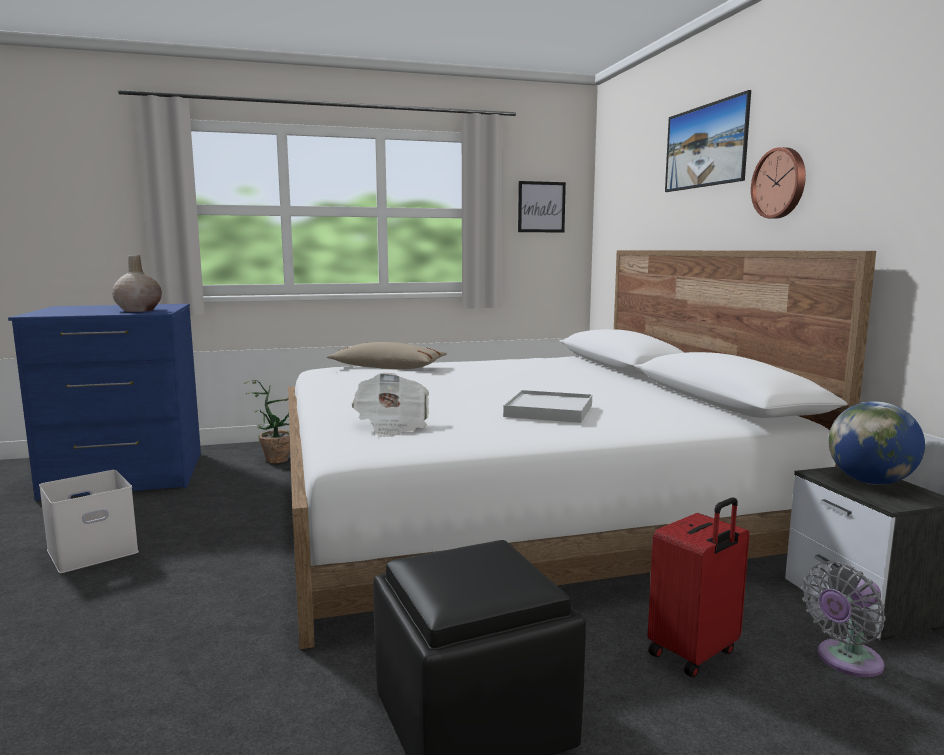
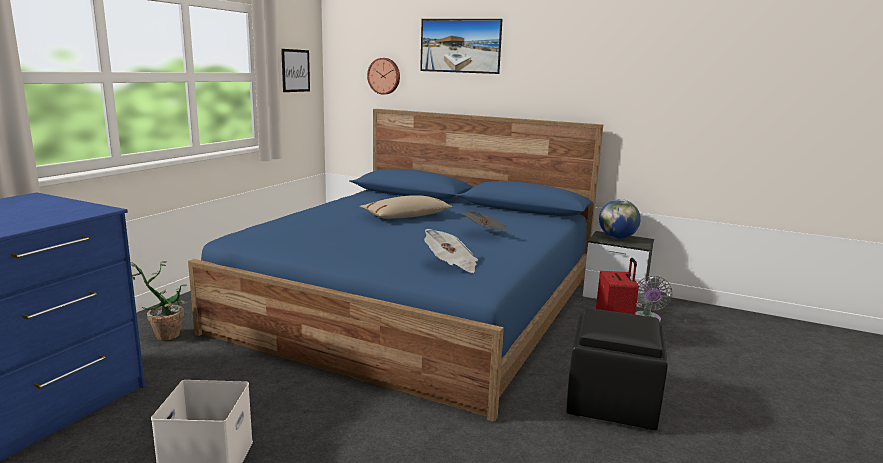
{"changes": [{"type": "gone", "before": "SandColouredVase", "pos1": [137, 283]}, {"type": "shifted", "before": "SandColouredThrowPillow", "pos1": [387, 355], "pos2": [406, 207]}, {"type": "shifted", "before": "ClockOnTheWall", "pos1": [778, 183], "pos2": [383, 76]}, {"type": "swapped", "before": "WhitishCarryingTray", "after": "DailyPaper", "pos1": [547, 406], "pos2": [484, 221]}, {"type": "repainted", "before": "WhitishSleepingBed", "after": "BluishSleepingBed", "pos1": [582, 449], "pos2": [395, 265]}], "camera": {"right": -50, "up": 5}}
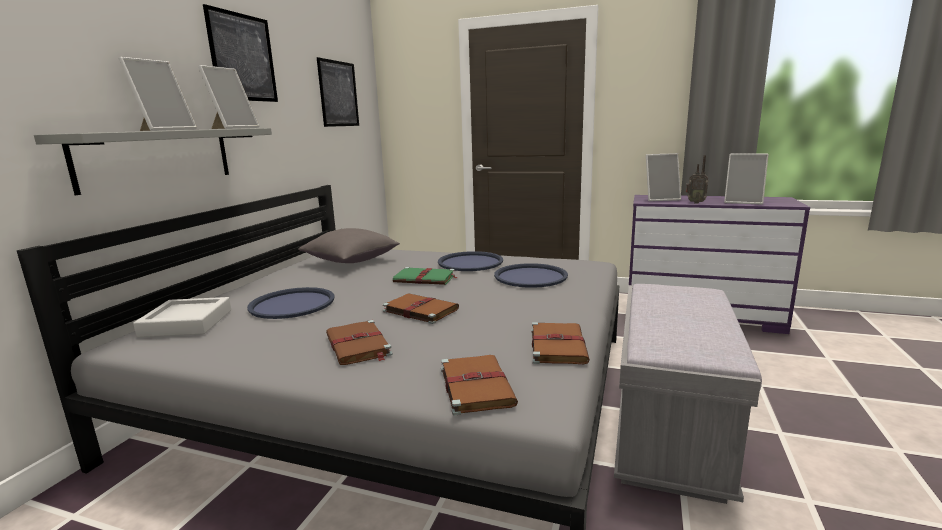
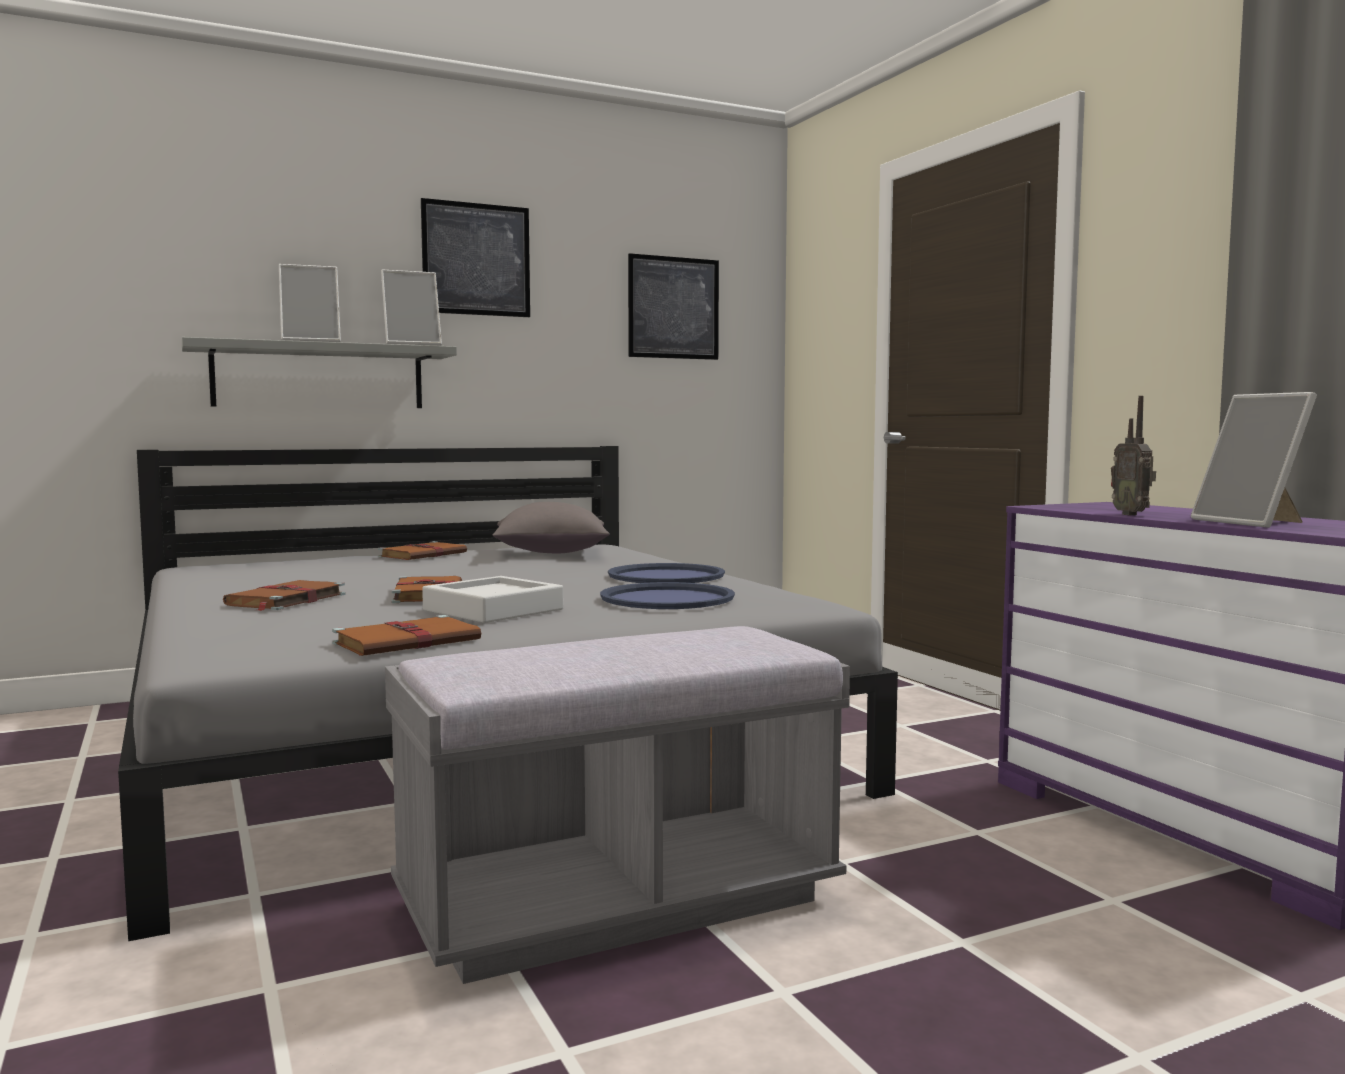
{"changes": [{"type": "gone", "before": "BluishCarryingTray", "pos1": [291, 303]}, {"type": "gone", "before": "GreenColouredVolume", "pos1": [425, 276]}, {"type": "gone", "before": "PictureFrame", "pos1": [663, 177]}, {"type": "shifted", "before": "GrayCarryingTray", "pos1": [182, 317], "pos2": [492, 599]}, {"type": "shifted", "before": "BrownColouredVolume", "pos1": [479, 385], "pos2": [422, 550]}], "camera": {"right": 45, "up": -10}}
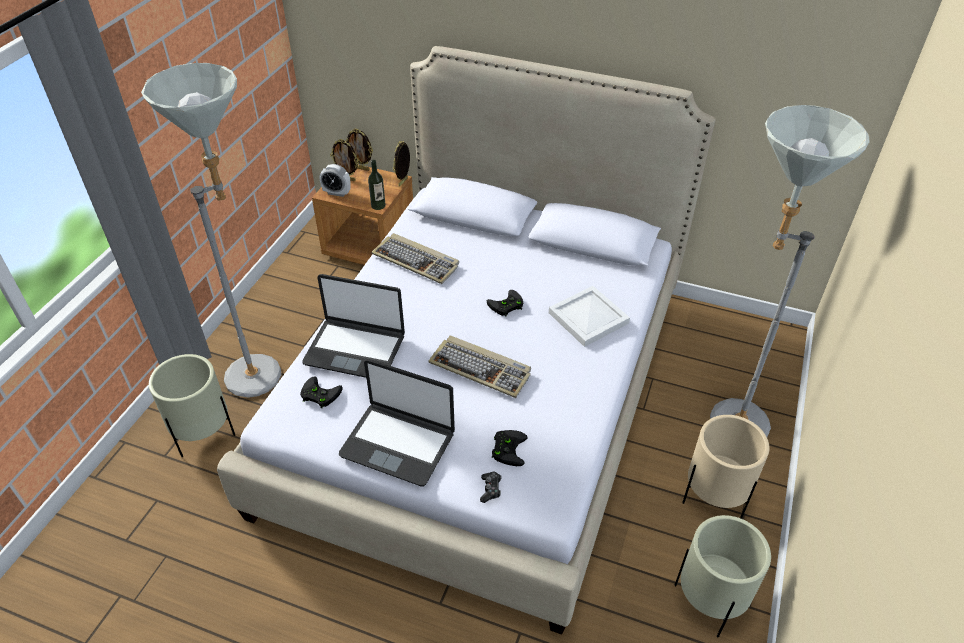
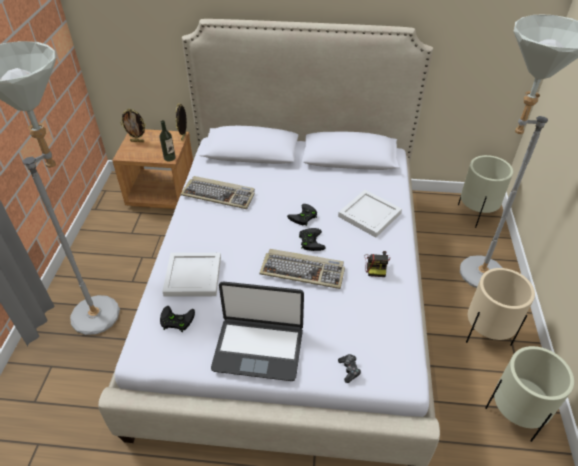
{"changes": [{"type": "gone", "before": "AlarmClock", "pos1": [335, 180]}, {"type": "gone", "before": "PictureFrame", "pos1": [360, 150]}, {"type": "new", "after": "PhotoCamera", "pos2": [377, 264]}, {"type": "shifted", "before": "SandColouredPlanter", "pos1": [192, 406], "pos2": [485, 191]}, {"type": "shifted", "before": "BlackJoypad", "pos1": [510, 448], "pos2": [312, 239]}, {"type": "swapped", "before": "PortableComputer", "after": "WhitishCarryingTray", "pos1": [353, 326], "pos2": [191, 275]}], "camera": {"right": -15, "up": 0}}
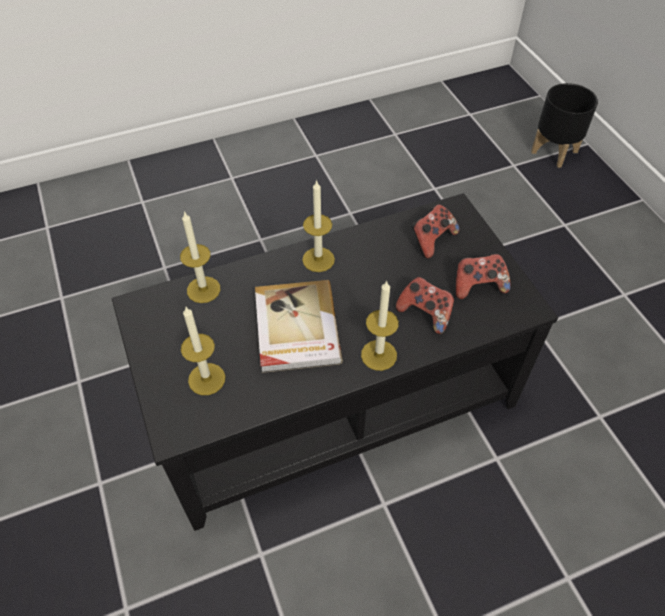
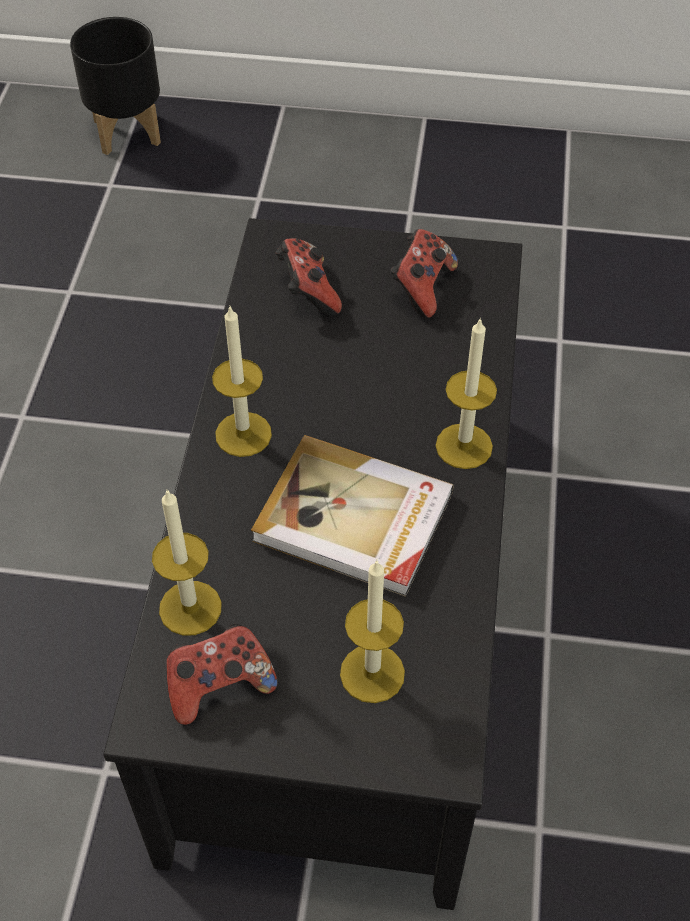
{"changes": [{"type": "shifted", "before": "Joypad", "pos1": [425, 305], "pos2": [222, 674]}], "camera": {"right": -60, "up": 0}}
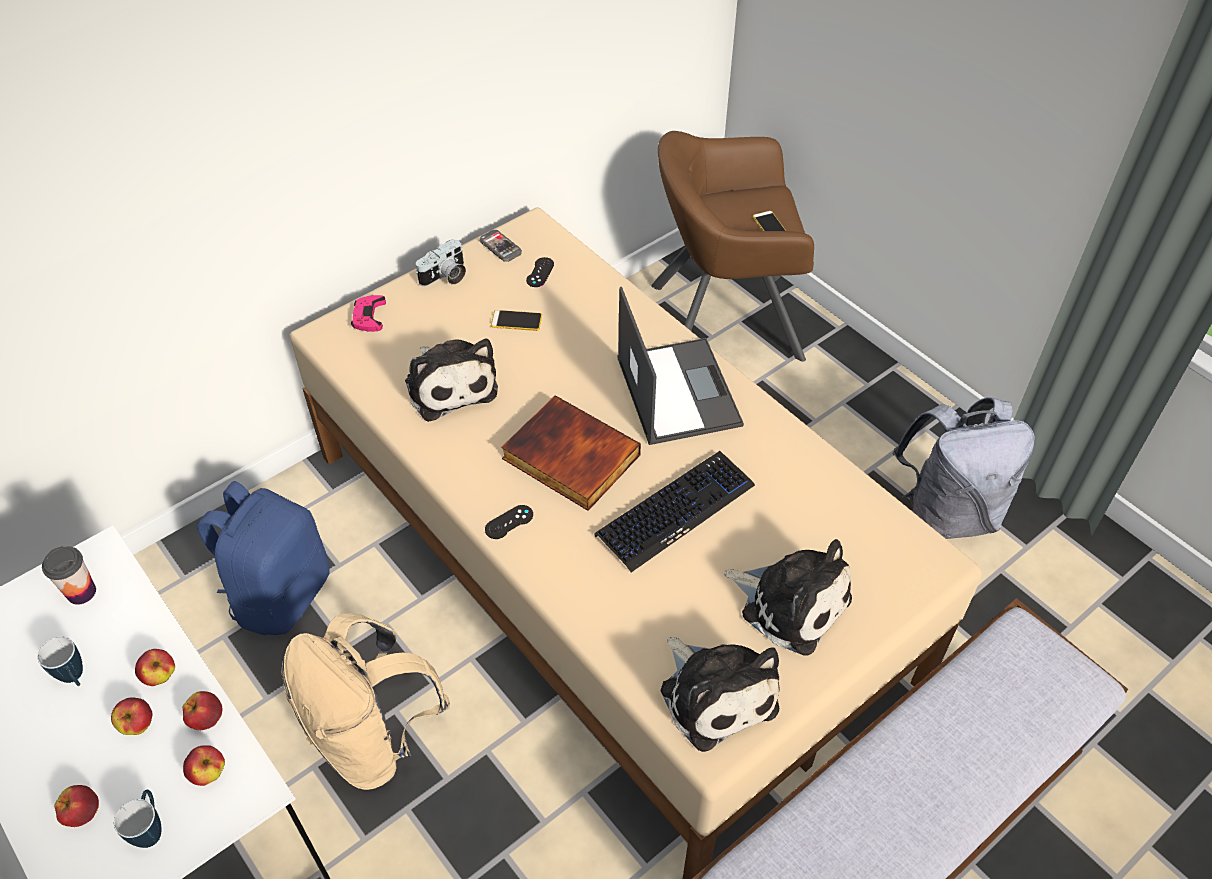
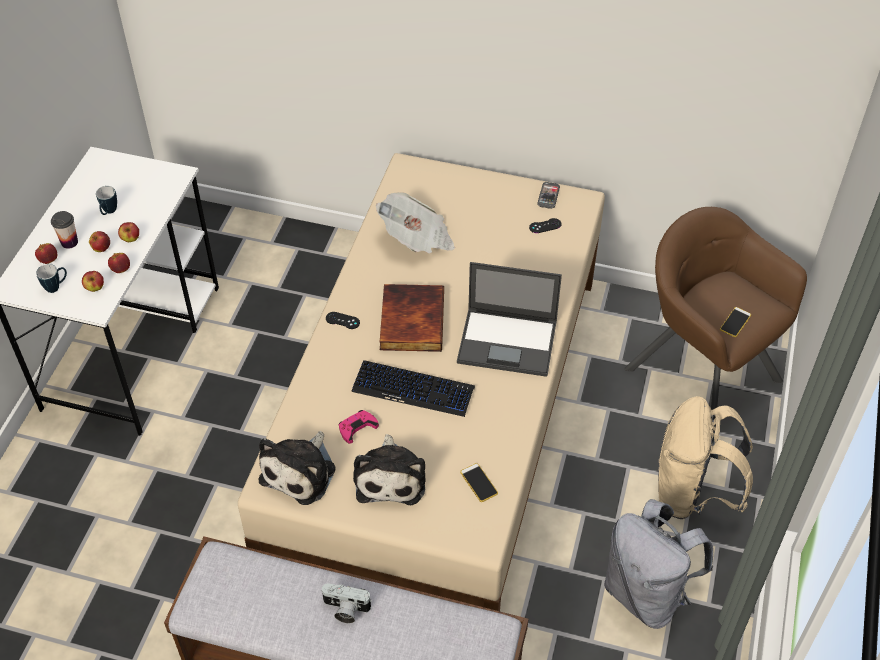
{"changes": [{"type": "gone", "before": "BluishKnapsack", "pos1": [263, 558]}, {"type": "shifted", "before": "SmallCup", "pos1": [69, 575], "pos2": [64, 230]}, {"type": "shifted", "before": "SandColouredKnapsack", "pos1": [366, 701], "pos2": [705, 457]}, {"type": "shifted", "before": "PinkJoypad", "pos1": [368, 313], "pos2": [359, 427]}, {"type": "shifted", "before": "PhotoCamera", "pos1": [441, 263], "pos2": [346, 603]}, {"type": "shifted", "before": "Handset", "pos1": [516, 320], "pos2": [479, 482]}, {"type": "swapped", "before": "SoftToy", "after": "DailyPaper", "pos1": [451, 380], "pos2": [415, 222]}, {"type": "rotated", "before": "PortableComputer", "pos1": [680, 366], "pos2": [509, 319], "turn": 60}], "camera": {"right": 55, "up": 0}}
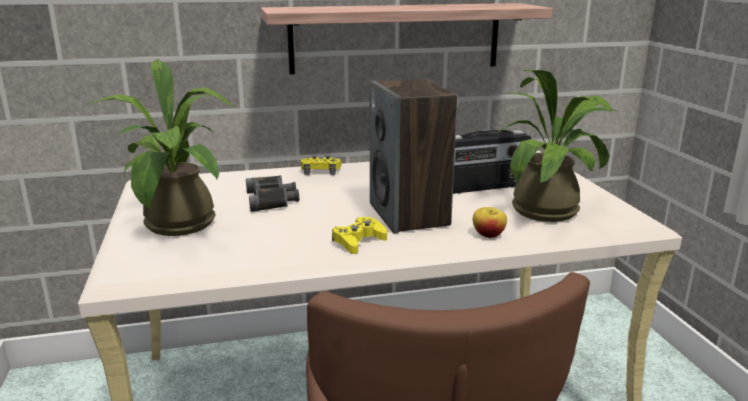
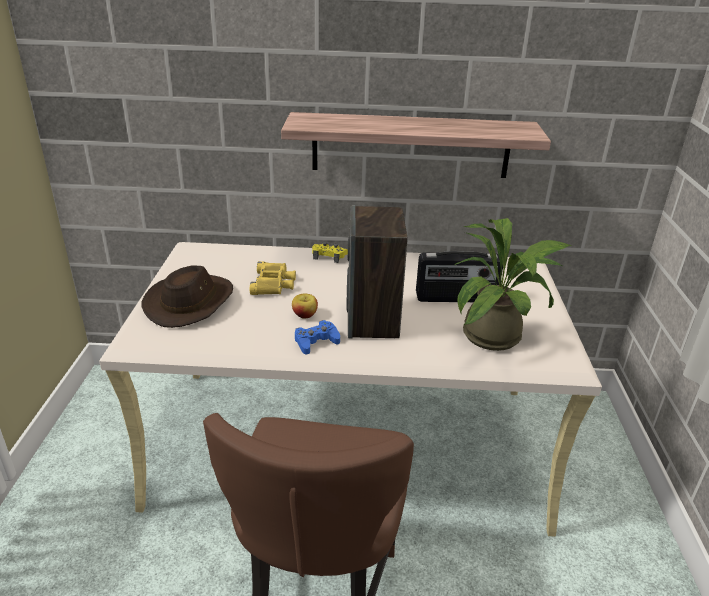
{"changes": [{"type": "shifted", "before": "Apple", "pos1": [490, 222], "pos2": [305, 306]}, {"type": "swapped", "before": "PottedPlant", "after": "BrownColouredClothingHat", "pos1": [161, 147], "pos2": [187, 296]}, {"type": "repainted", "before": "BlackBinoculars", "after": "YellowishBinoculars", "pos1": [272, 193], "pos2": [273, 278]}, {"type": "repainted", "before": "YellowishJoypad", "after": "BluishJoypad", "pos1": [359, 235], "pos2": [317, 337]}], "camera": {"right": 15, "up": 10}}
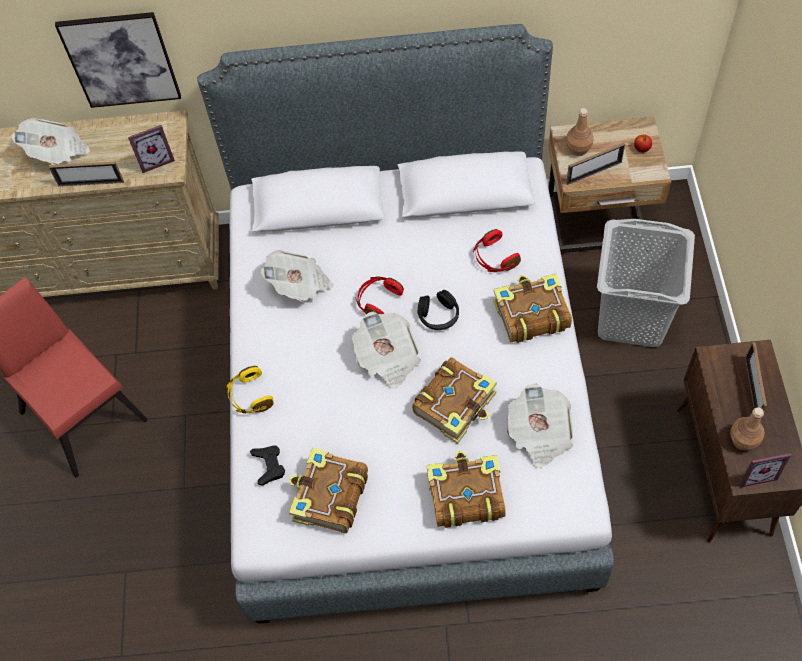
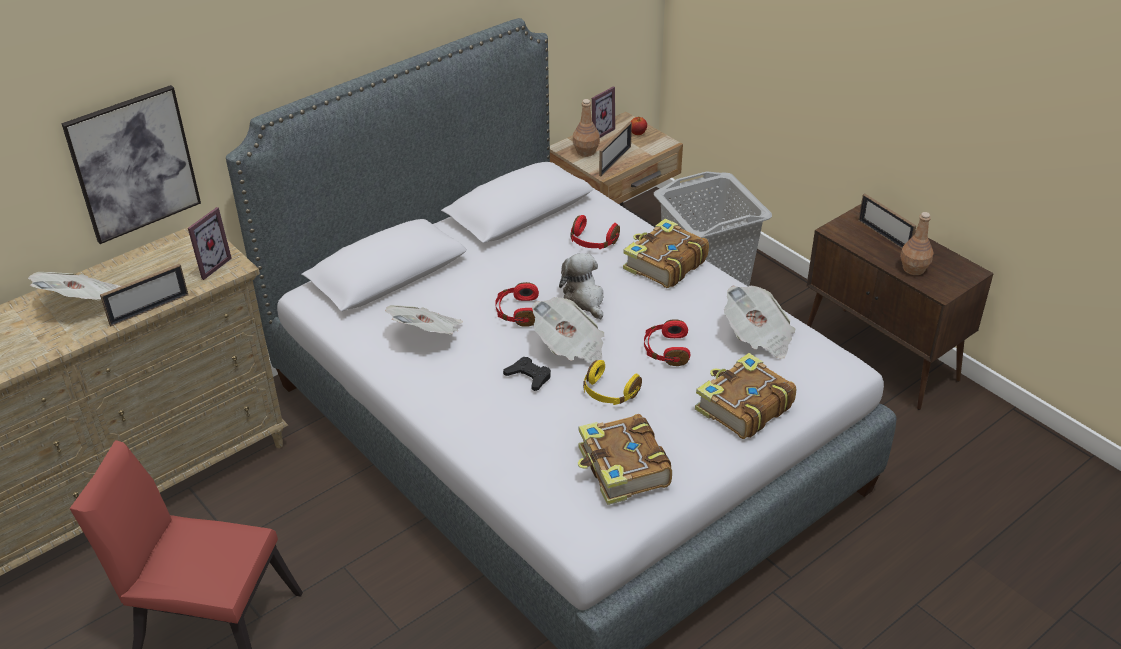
{"changes": [{"type": "shifted", "before": "YellowishPairOfHeadphones", "pos1": [250, 389], "pos2": [612, 382]}, {"type": "shifted", "before": "BlackJoypad", "pos1": [267, 465], "pos2": [527, 374]}, {"type": "shifted", "before": "PictureFrame", "pos1": [765, 470], "pos2": [603, 112]}, {"type": "swapped", "before": "Volume", "after": "RedColouredPairOfHeadphones", "pos1": [454, 400], "pos2": [667, 342]}, {"type": "swapped", "before": "BlackPairOfHeadphones", "after": "SoftToy", "pos1": [438, 310], "pos2": [581, 286]}], "camera": {"right": -40, "up": -20}}
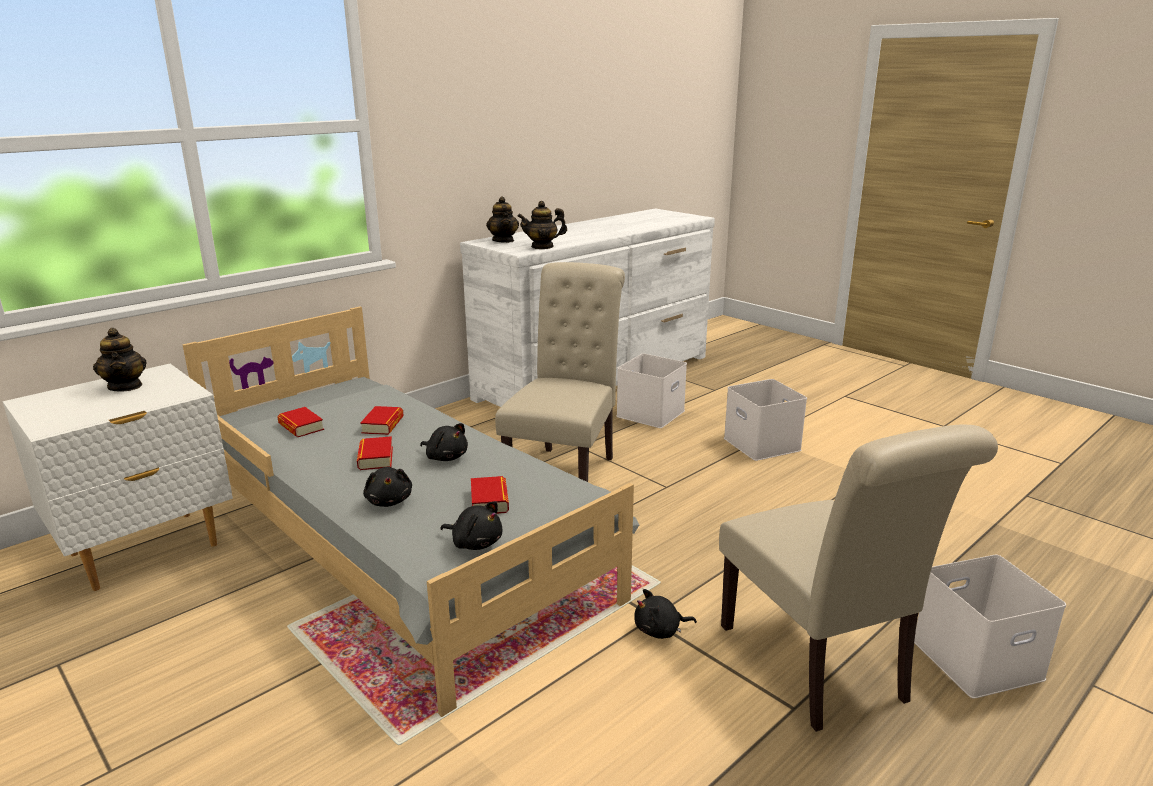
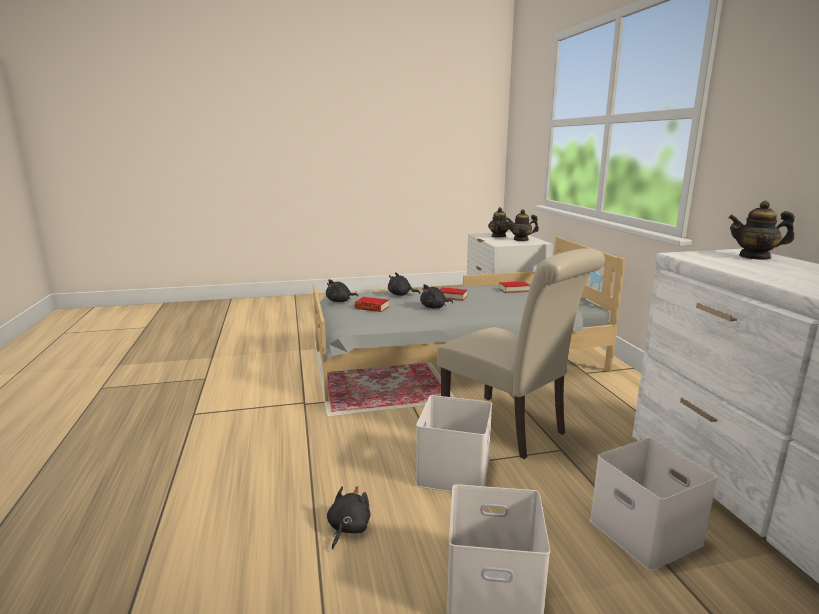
{"changes": [{"type": "gone", "before": "Volume", "pos1": [382, 420]}, {"type": "gone", "before": "SandColouredChair", "pos1": [858, 578]}, {"type": "shifted", "before": "PotForTea", "pos1": [542, 225], "pos2": [498, 222]}, {"type": "shifted", "before": "BlackSoftToy", "pos1": [665, 614], "pos2": [349, 518]}, {"type": "shifted", "before": "WhitishStorageBin", "pos1": [990, 626], "pos2": [454, 443]}], "camera": {"right": 120, "up": -5}}
